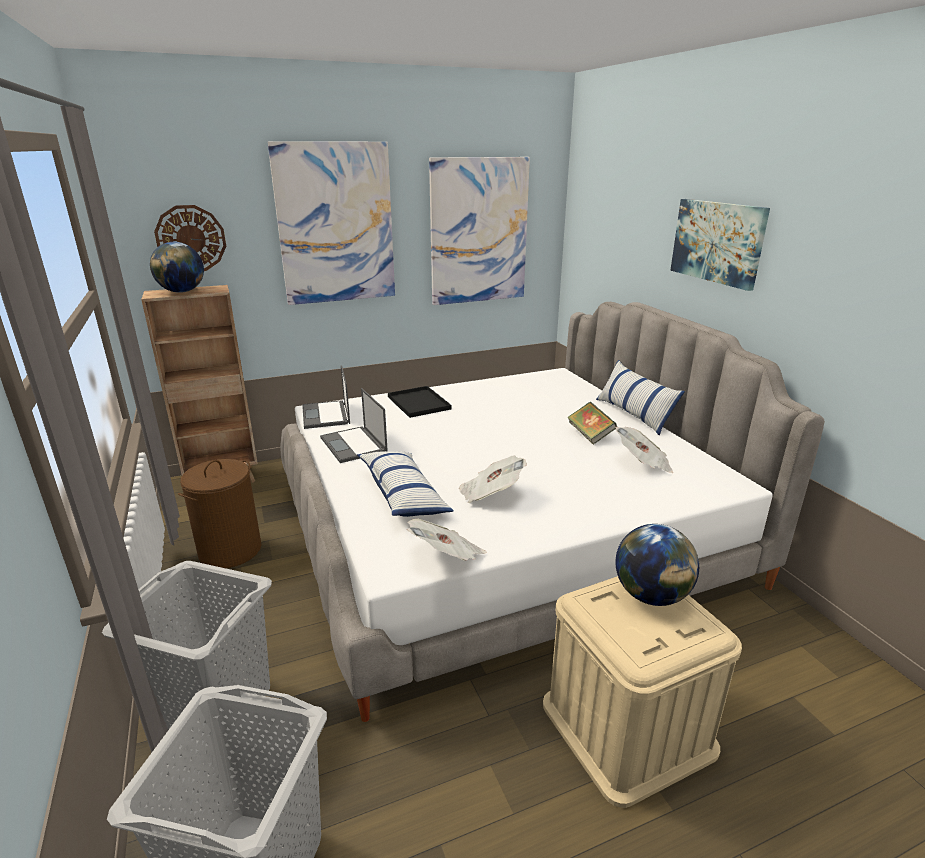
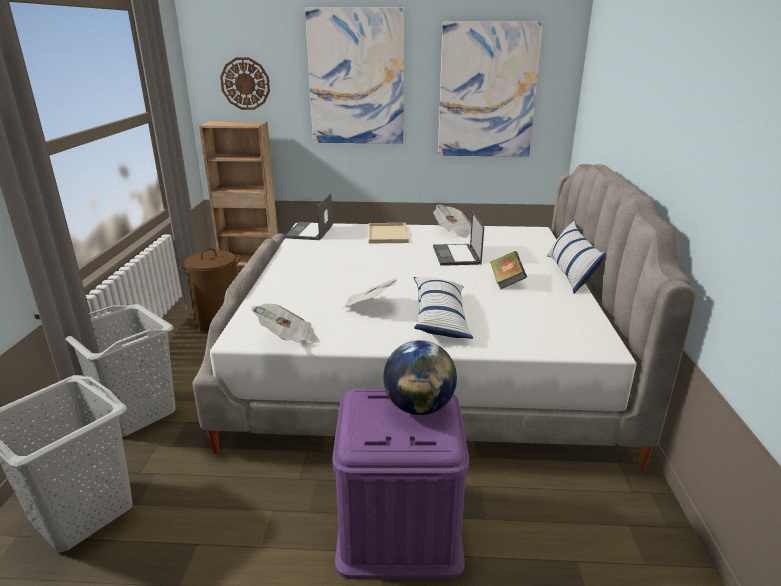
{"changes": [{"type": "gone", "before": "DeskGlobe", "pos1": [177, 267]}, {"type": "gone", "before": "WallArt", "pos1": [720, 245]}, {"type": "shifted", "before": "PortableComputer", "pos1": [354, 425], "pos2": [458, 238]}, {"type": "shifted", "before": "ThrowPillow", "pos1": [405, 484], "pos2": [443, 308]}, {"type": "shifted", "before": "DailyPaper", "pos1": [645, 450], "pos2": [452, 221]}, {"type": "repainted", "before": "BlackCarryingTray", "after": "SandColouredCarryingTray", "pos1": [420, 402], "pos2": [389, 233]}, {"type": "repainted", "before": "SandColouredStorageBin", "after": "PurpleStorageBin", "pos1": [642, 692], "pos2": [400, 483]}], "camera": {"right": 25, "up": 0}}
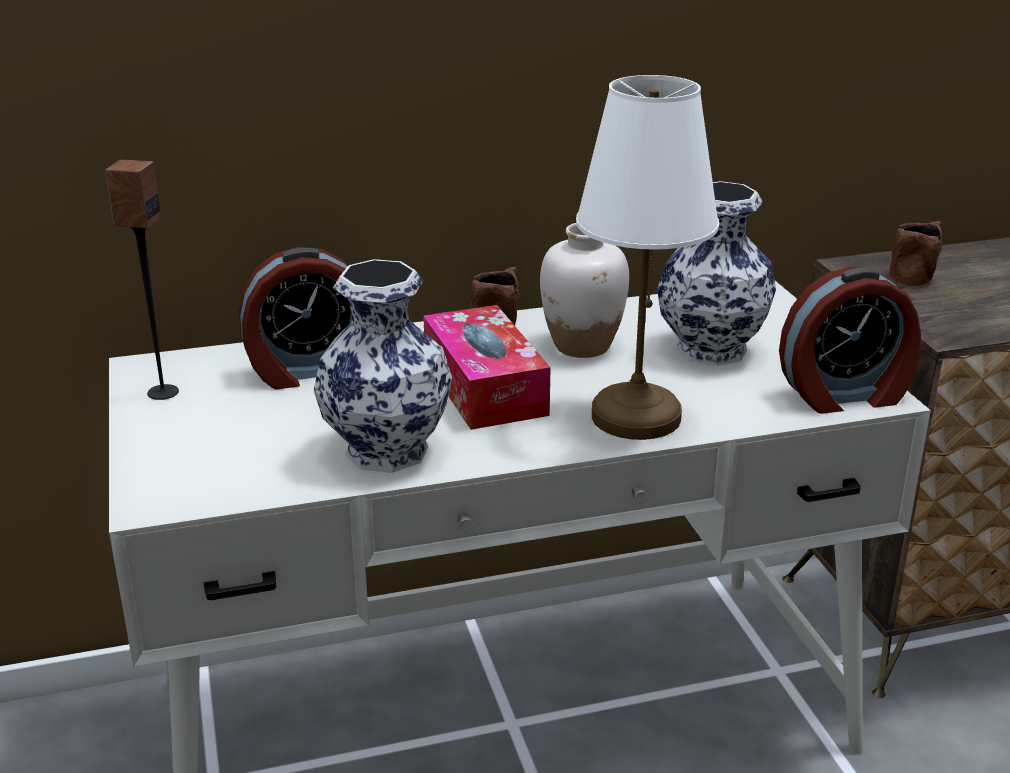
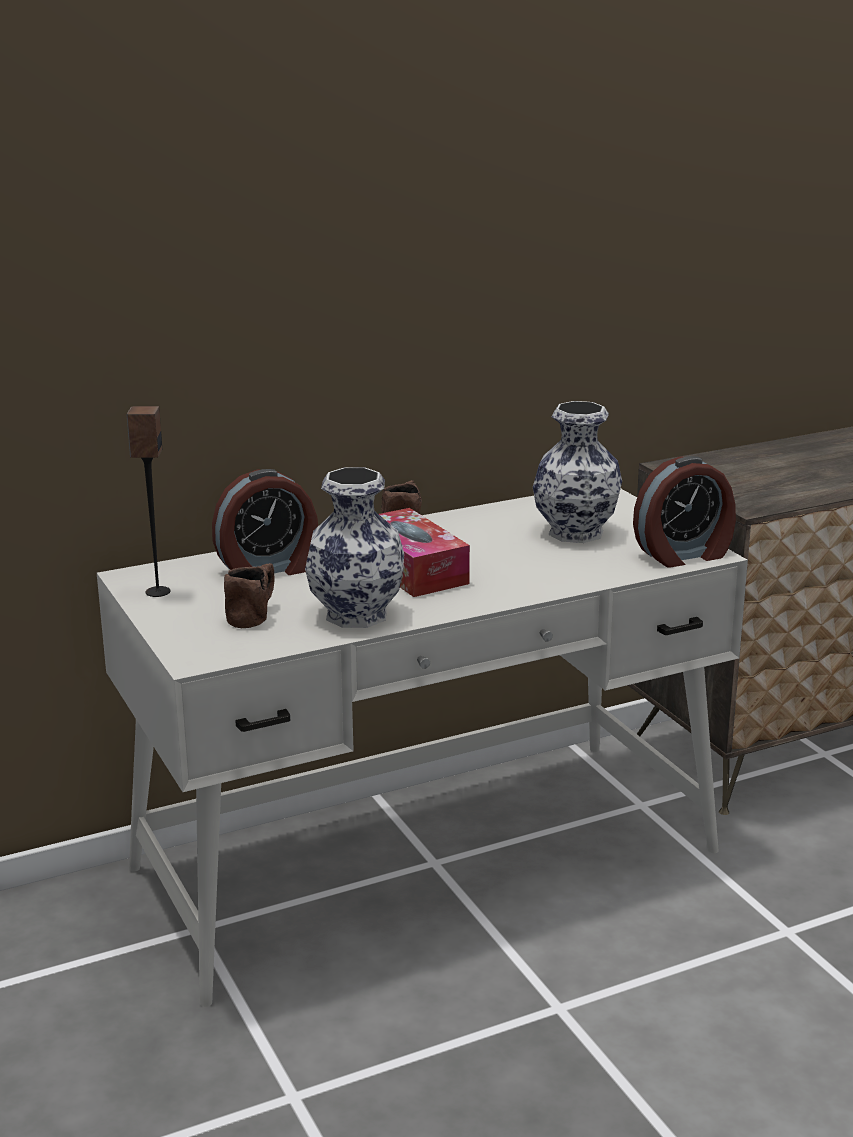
{"changes": [{"type": "gone", "before": "WhitishVase", "pos1": [584, 290]}, {"type": "gone", "before": "WhitishTabletopLamp", "pos1": [647, 257]}, {"type": "shifted", "before": "BrownColouredCoffeeMug", "pos1": [916, 253], "pos2": [249, 595]}], "camera": {"right": -10, "up": -5}}
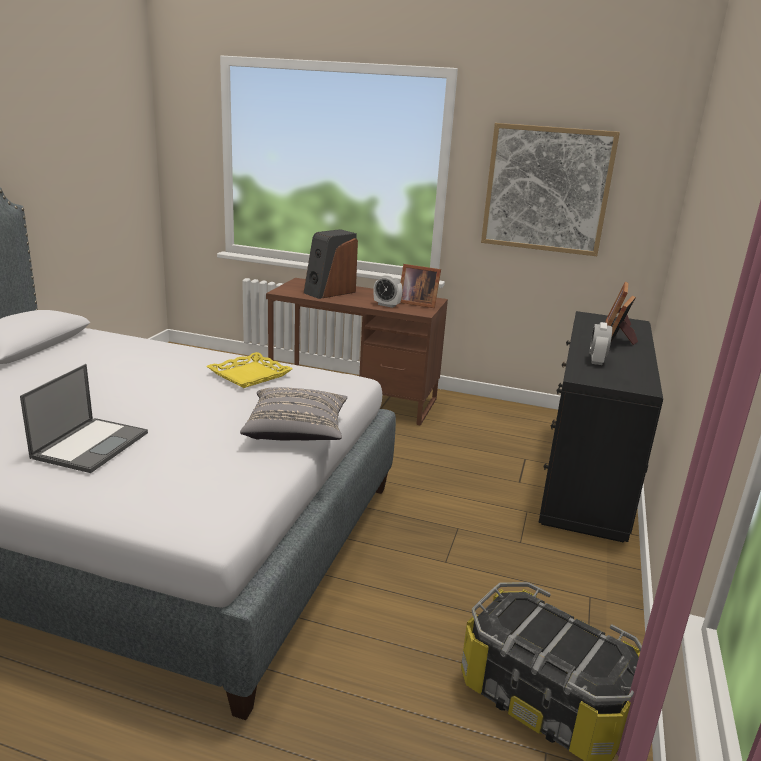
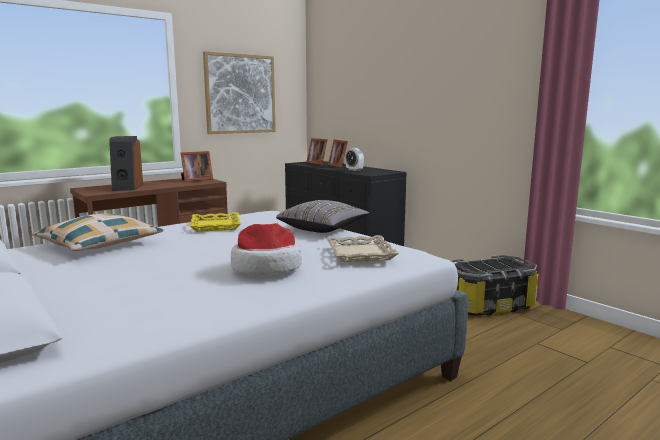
{"changes": [{"type": "gone", "before": "AlarmClock", "pos1": [388, 291]}, {"type": "new", "after": "ThrowPillow", "pos2": [97, 232]}, {"type": "new", "after": "SandColouredCarryingTray", "pos2": [362, 248]}, {"type": "swapped", "before": "PortableComputer", "after": "ClothingHat", "pos1": [84, 418], "pos2": [266, 249]}], "camera": {"right": -55, "up": -10}}
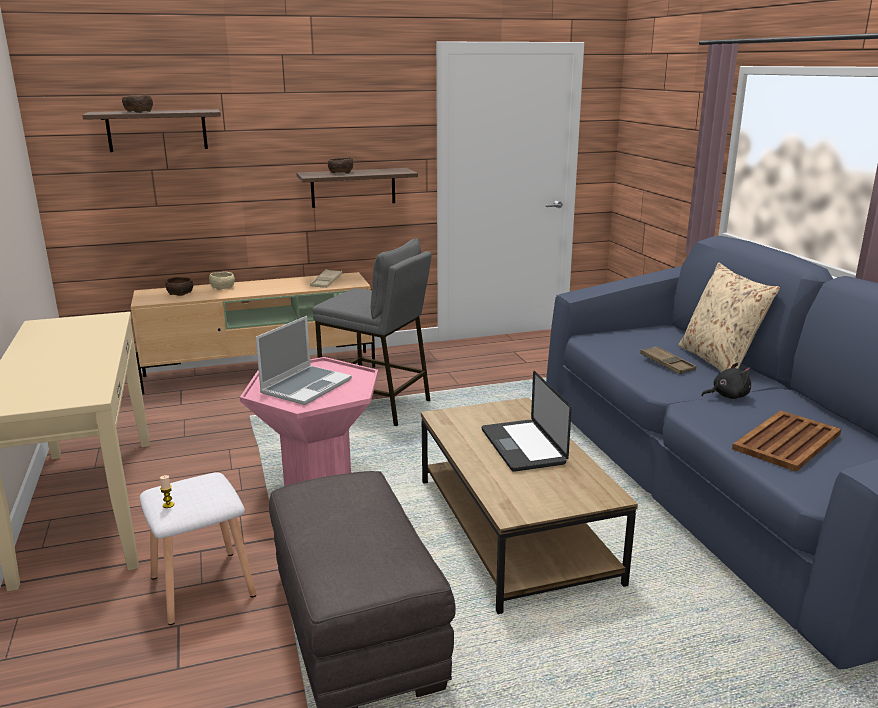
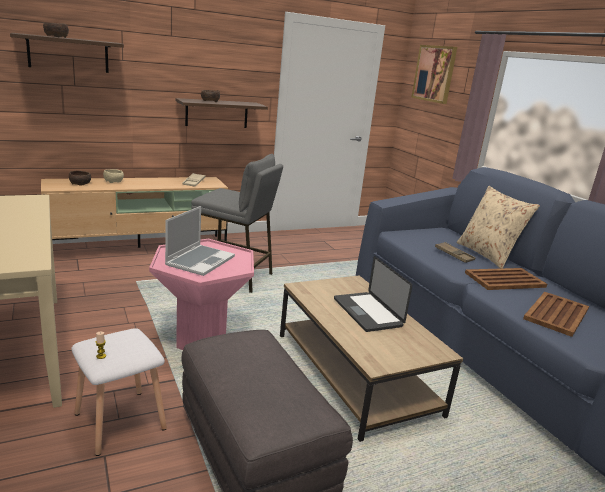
{"changes": [{"type": "new", "after": "WallArt", "pos2": [434, 74]}, {"type": "swapped", "before": "BlackSoftToy", "after": "BrownColouredCarryingTray", "pos1": [726, 381], "pos2": [506, 279]}], "camera": {"right": -10, "up": 0}}
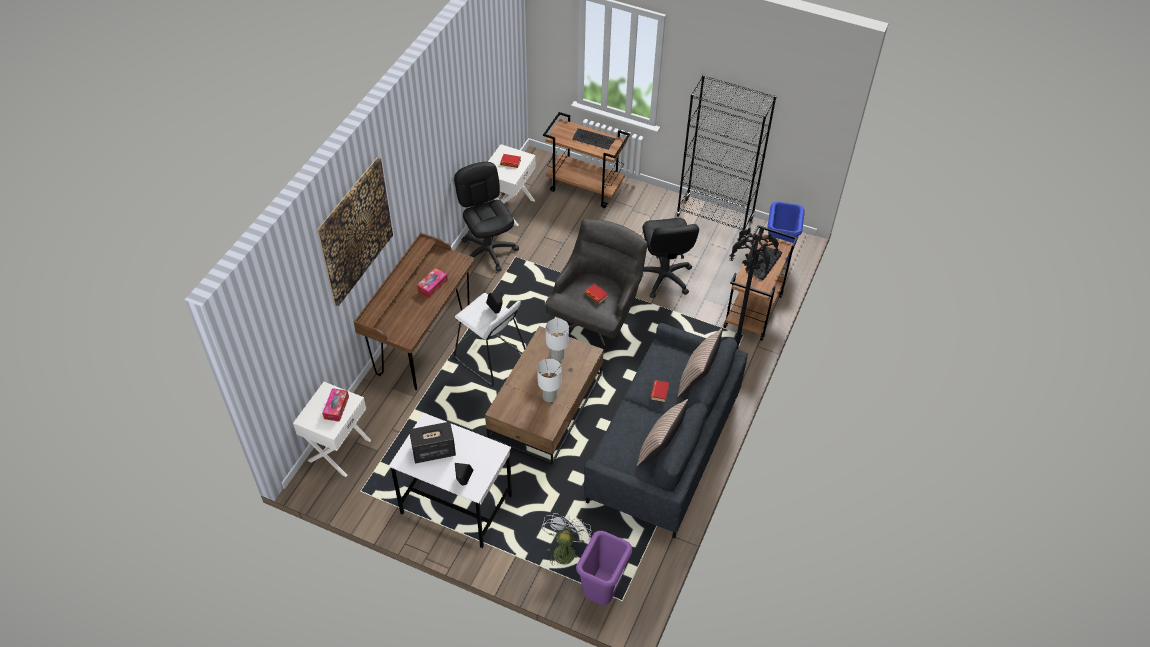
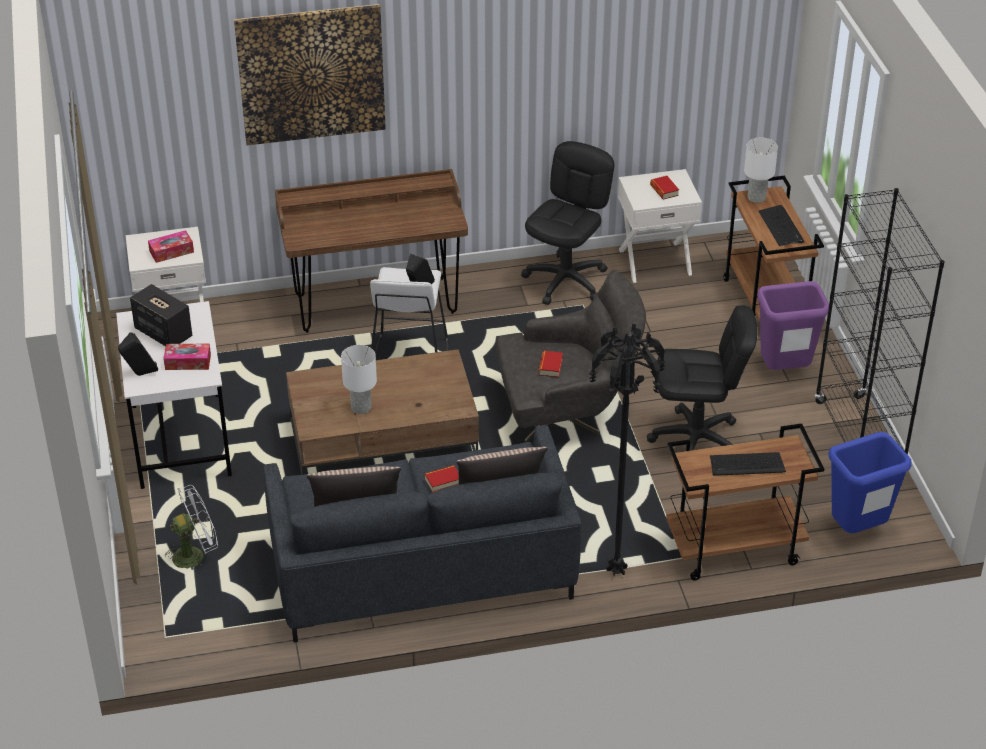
{"changes": [{"type": "shifted", "before": "TissueBox", "pos1": [432, 283], "pos2": [187, 357]}, {"type": "shifted", "before": "WhitishTabletopLamp", "pos1": [557, 340], "pos2": [761, 170]}, {"type": "shifted", "before": "PurpleRubbishBin", "pos1": [604, 568], "pos2": [793, 325]}, {"type": "rotated", "before": "BlackComputerChair", "pos1": [671, 258], "pos2": [702, 378], "turn": -135}], "camera": {"right": 55, "up": -10}}
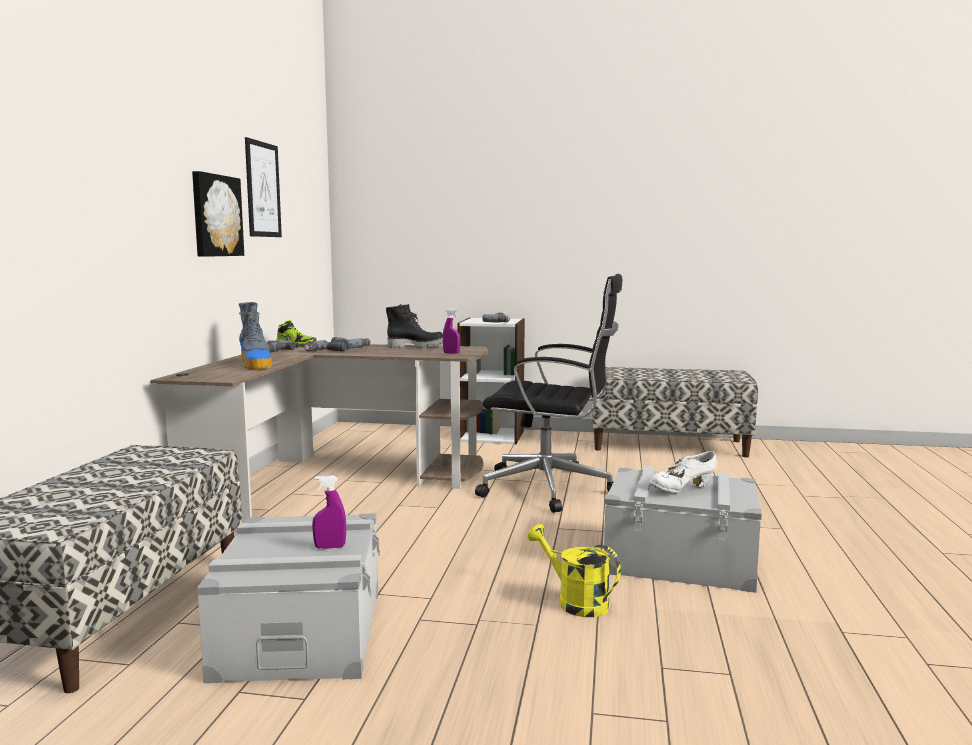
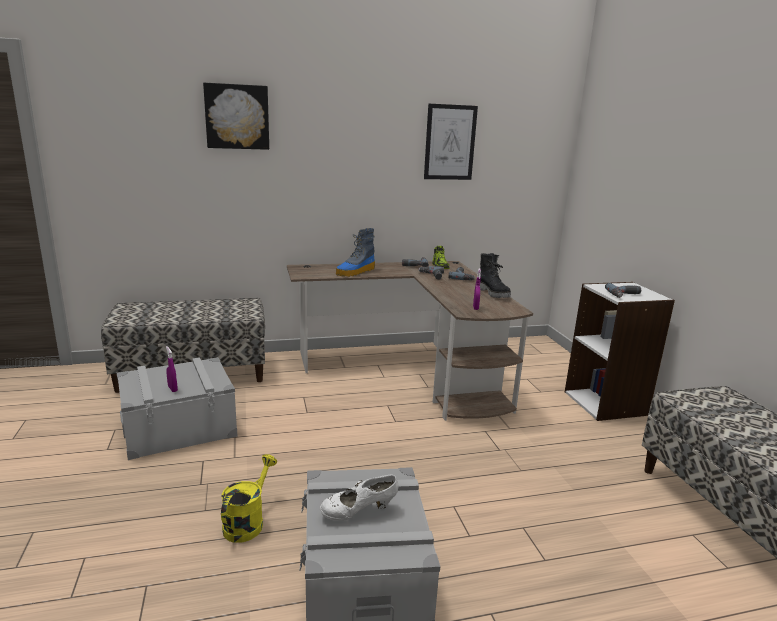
{"changes": [{"type": "gone", "before": "BlackComputerChair", "pos1": [548, 393]}, {"type": "shifted", "before": "WallArt", "pos1": [218, 214], "pos2": [236, 116]}, {"type": "rotated", "before": "WhitishItemOfFootwear", "pos1": [683, 471], "pos2": [359, 497], "turn": -60}], "camera": {"right": 65, "up": 10}}
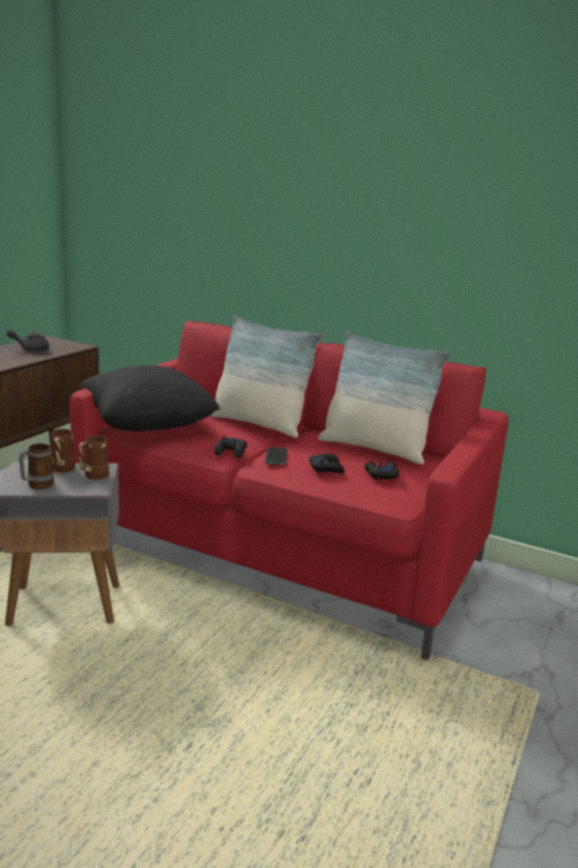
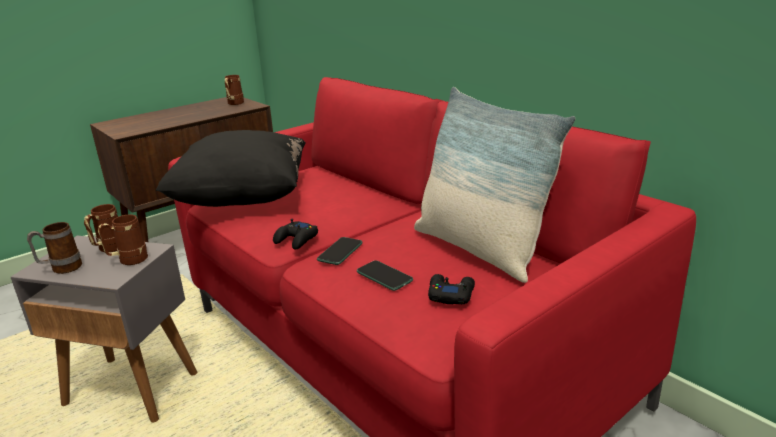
{"changes": [{"type": "gone", "before": "GrayPotForTea", "pos1": [28, 340]}, {"type": "gone", "before": "ThrowPillow", "pos1": [266, 376]}, {"type": "new", "after": "BrownColouredCoffeeMug", "pos2": [234, 90]}, {"type": "swapped", "before": "BlackJoypad", "after": "Handset", "pos1": [327, 463], "pos2": [385, 275]}], "camera": {"right": 25, "up": 5}}
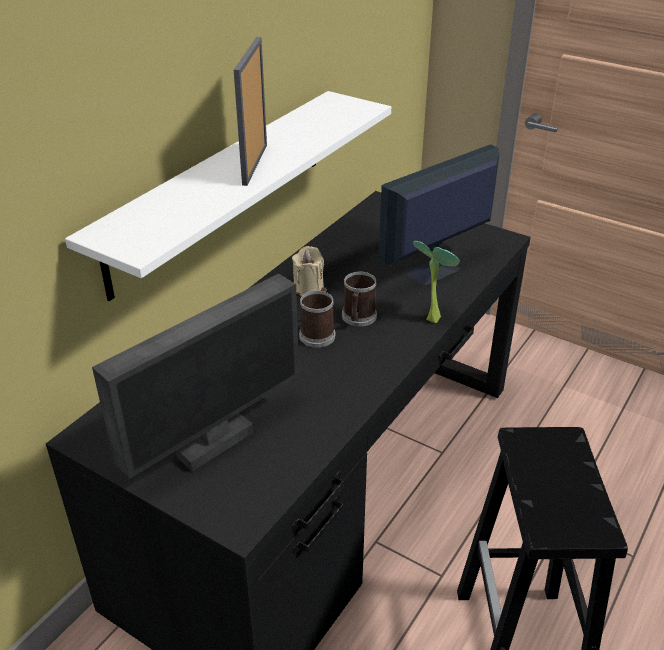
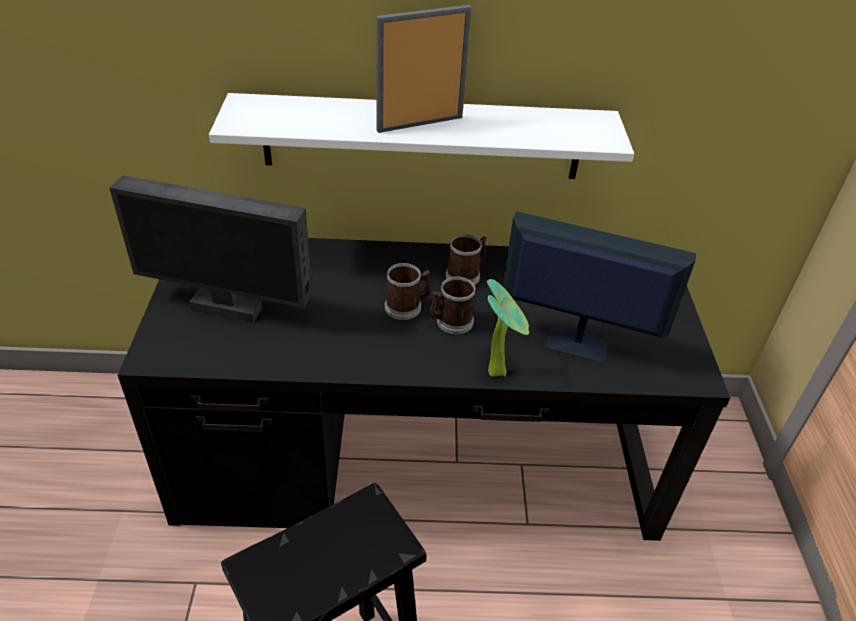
{"changes": [{"type": "swapped", "before": "SandColouredWaxCandle", "after": "CoffeeMug", "pos1": [308, 271], "pos2": [466, 259]}], "camera": {"right": 55, "up": 5}}
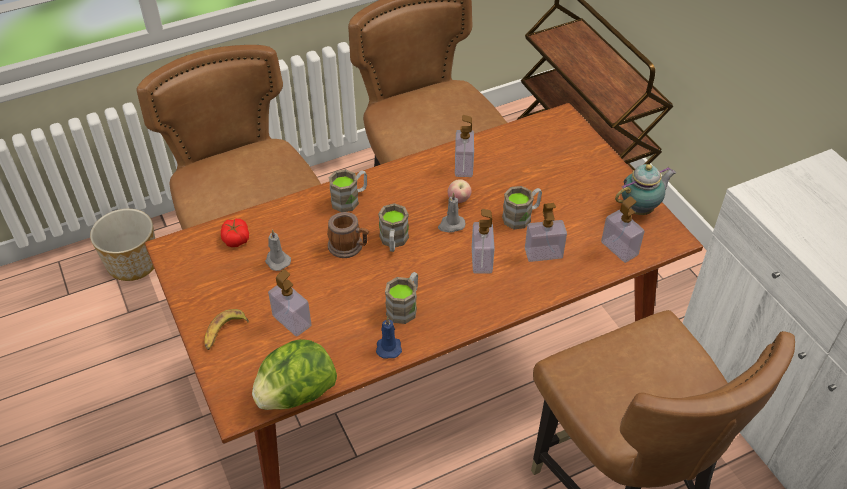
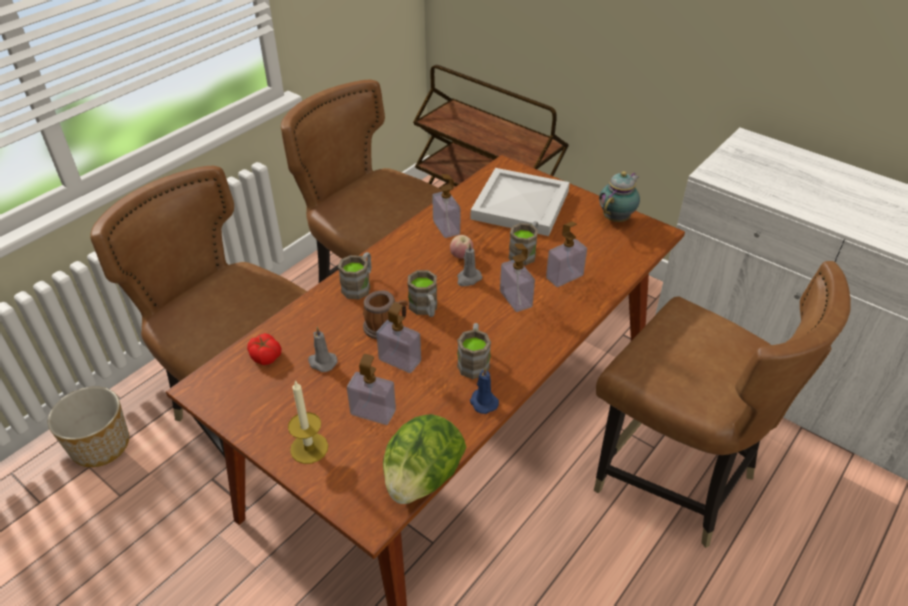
{"changes": [{"type": "new", "after": "WhitishCarryingTray", "pos2": [520, 202]}, {"type": "shifted", "before": "SoapDispenser", "pos1": [623, 229], "pos2": [398, 337]}, {"type": "swapped", "before": "BananaFruit", "after": "WaxCandle", "pos1": [226, 329], "pos2": [308, 422]}], "camera": {"right": -25, "up": -5}}
